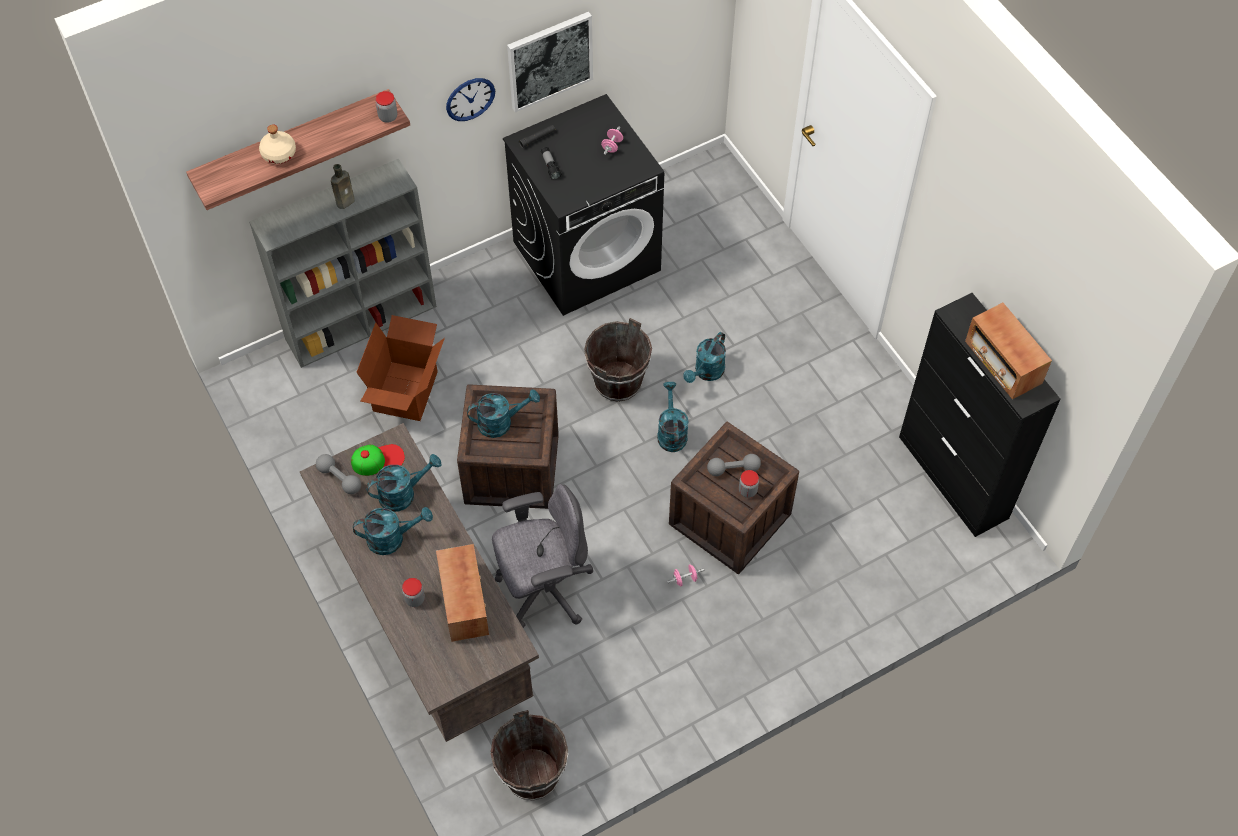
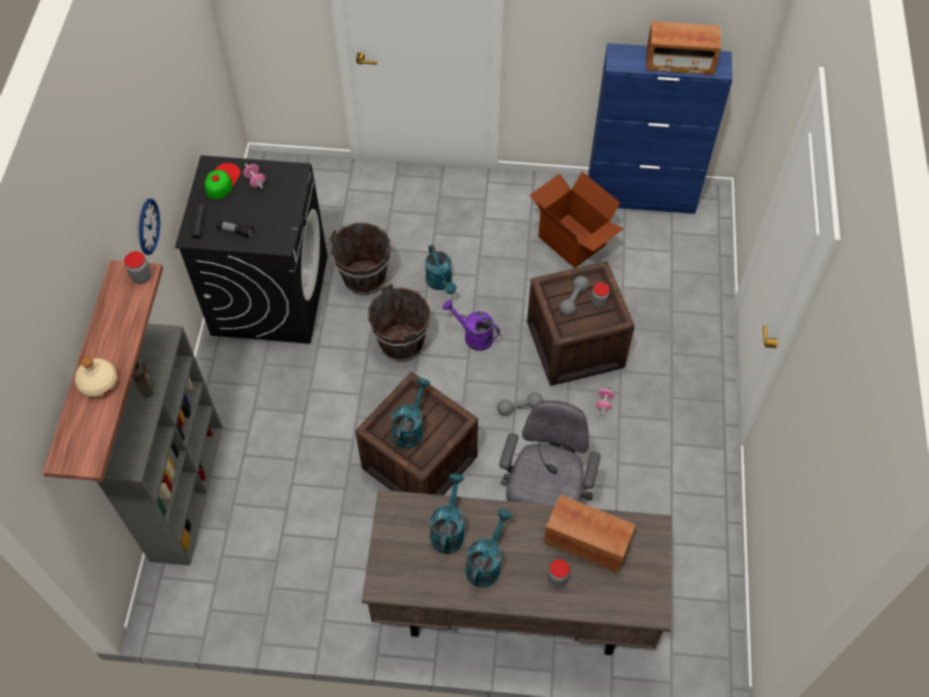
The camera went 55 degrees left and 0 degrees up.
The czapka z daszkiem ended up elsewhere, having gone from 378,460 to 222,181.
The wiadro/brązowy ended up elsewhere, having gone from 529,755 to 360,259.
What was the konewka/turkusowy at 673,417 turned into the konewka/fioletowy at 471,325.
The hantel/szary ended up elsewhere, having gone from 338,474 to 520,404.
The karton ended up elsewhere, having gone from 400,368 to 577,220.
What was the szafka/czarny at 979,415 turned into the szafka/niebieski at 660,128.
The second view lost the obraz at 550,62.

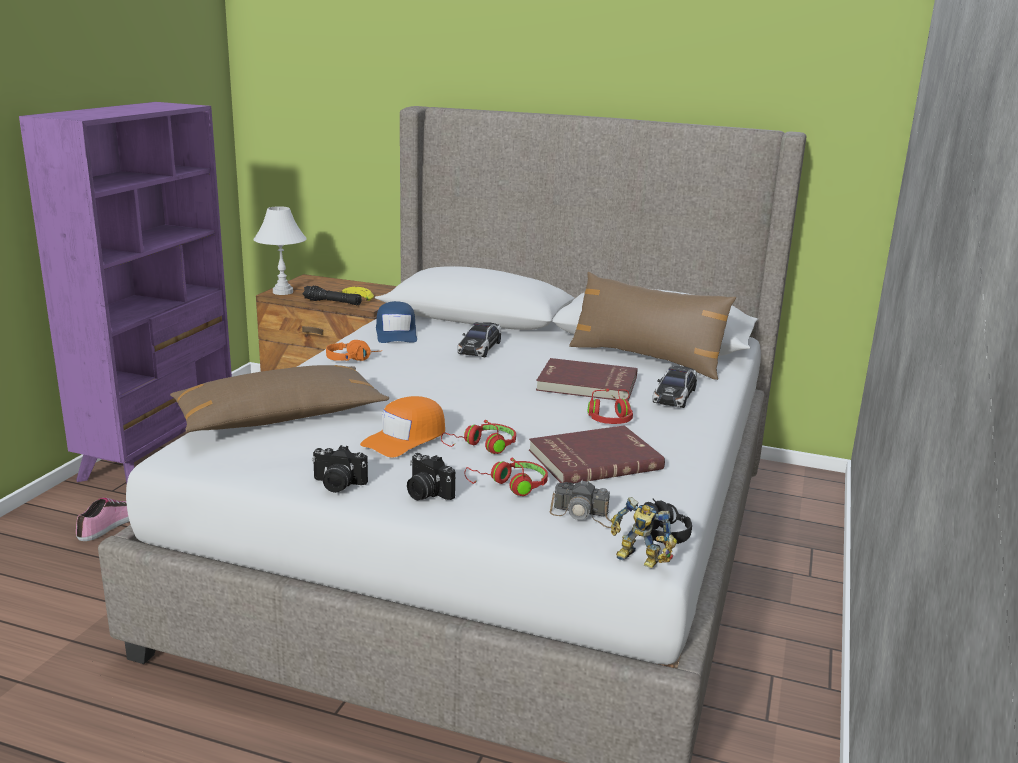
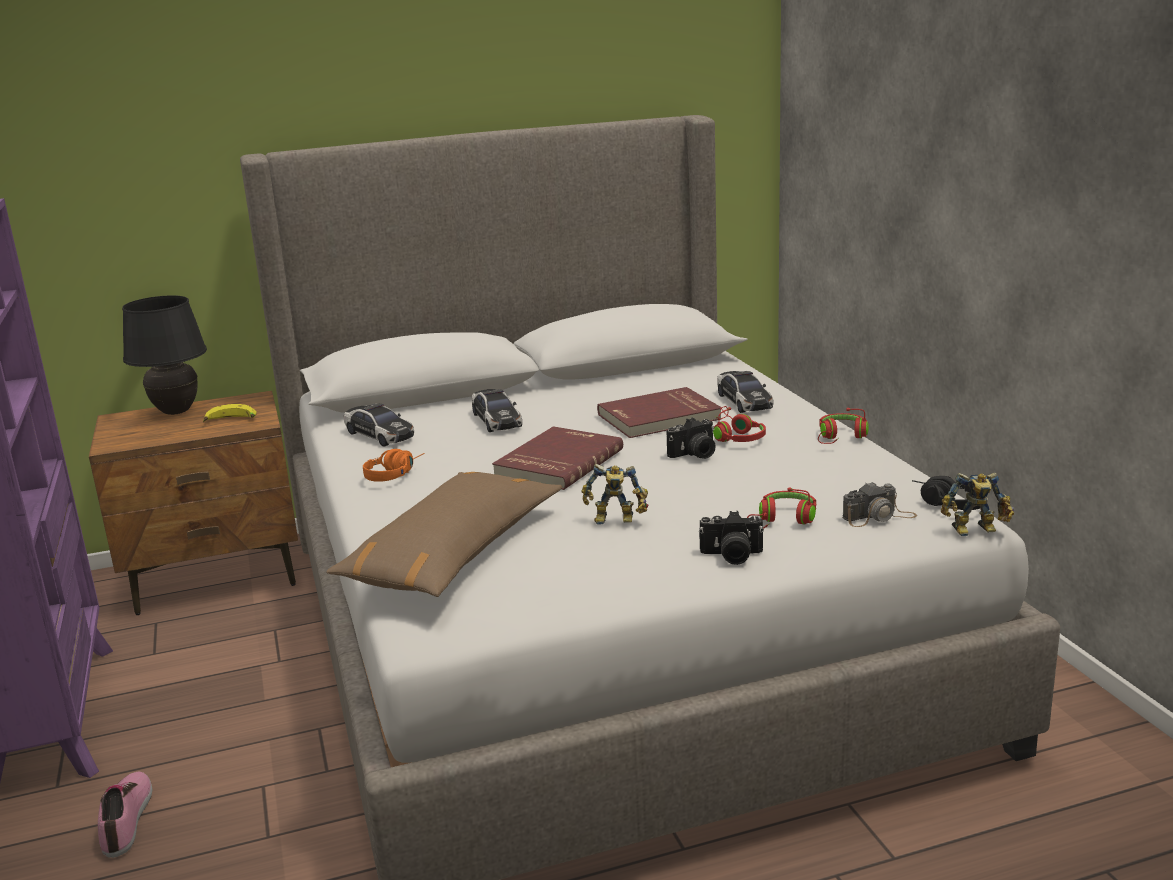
The camera went 35 degrees left and 0 degrees up.
The second view gained the lampa stołowa/czarny at 164,355.
Where the czapka z daszkiem/niebieski stood at 396,322, the samochodzik came to stand at 379,425.
The książka/czerwony ended up elsewhere, having gone from 597,454 to 557,458.
Where the czapka z daszkiem/pomarańczowy stood at 402,426, the robot zabawkowy came to stand at 614,494.
The aparat fotograficzny ended up elsewhere, having gone from 340,469 to 691,438.
The słuchawki/czerwony ended up elsewhere, having gone from 478,437 to 843,426.
The second view lost the lampa stołowa/biały at 280,250.
The second view lost the latarka/czarny at 332,295.
The second view lost the poduszka/brązowy at 652,326.

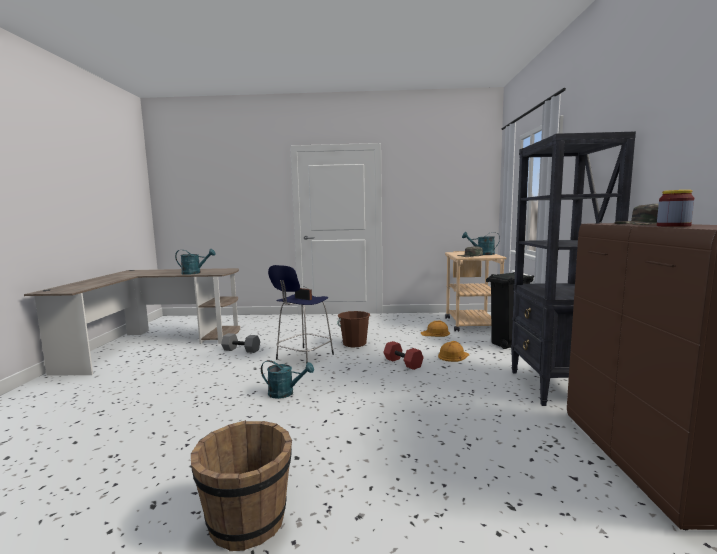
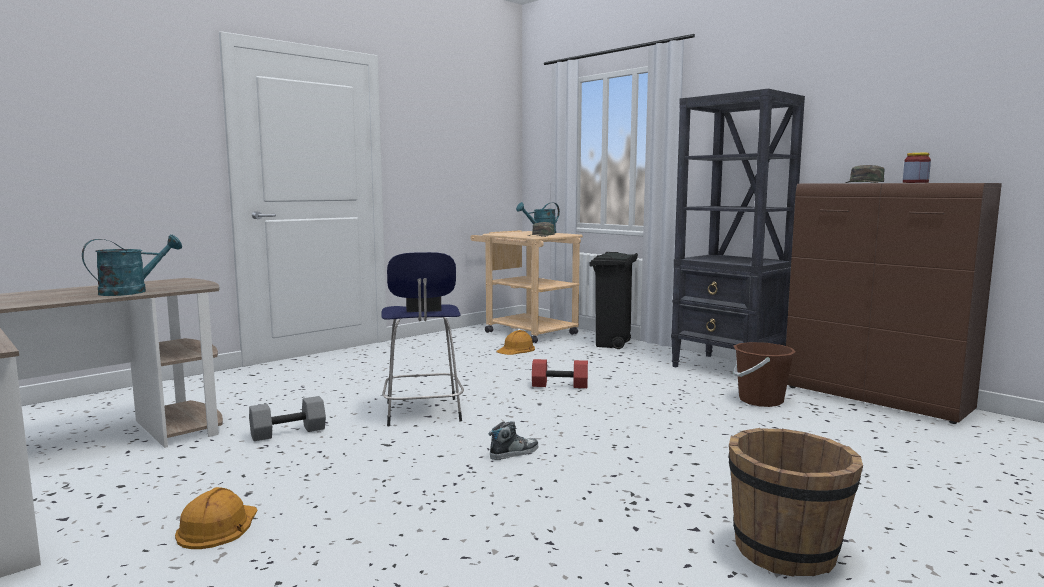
The camera went 45 degrees left and 0 degrees up.
The kask/pomarańczowy ended up elsewhere, having gone from 453,351 to 216,518.
Where the konewka/turkusowy stood at 287,379, the but came to stand at 513,440.
The wiadro/brązowy ended up elsewhere, having gone from 353,329 to 764,374.

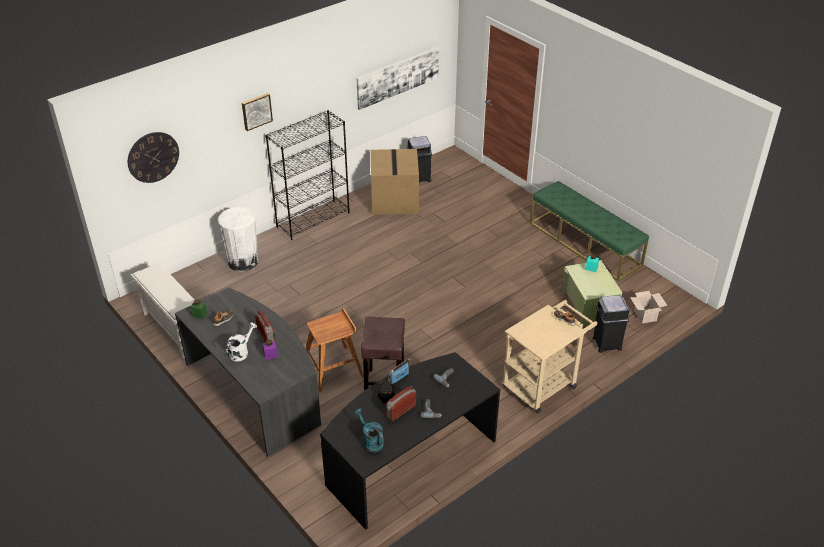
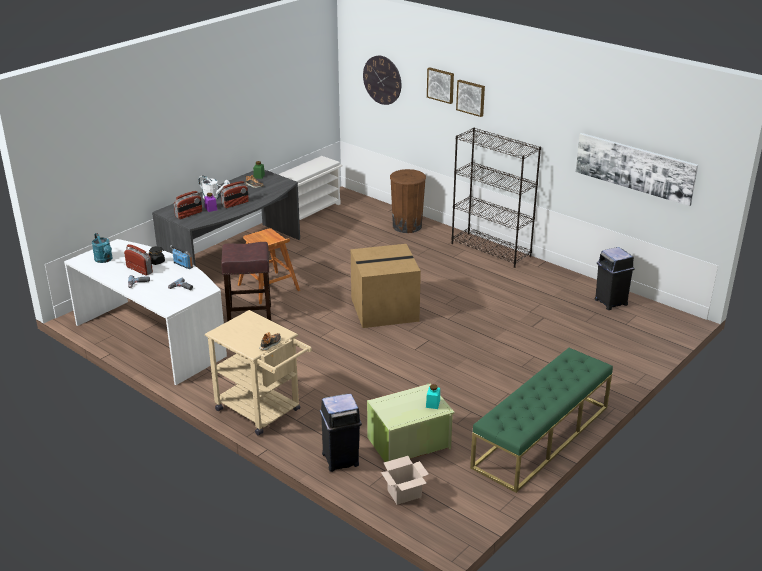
The camera went 80 degrees right and 10 degrees down.
What was the biurko/czarny at 410,441 turned into the biurko/biały at 145,312.
The konewka/turkusowy at 369,430 ended up facing another way, 105 degrees clockwise from before.
The second view gained the radio at 188,205.
The karton ended up elsewhere, having gone from 395,182 to 386,286.
What was the kosz na śmieci/biały at 238,239 turned into the kosz na śmieci/brązowy at 408,201.
The second view gained the obraz at 440,85.

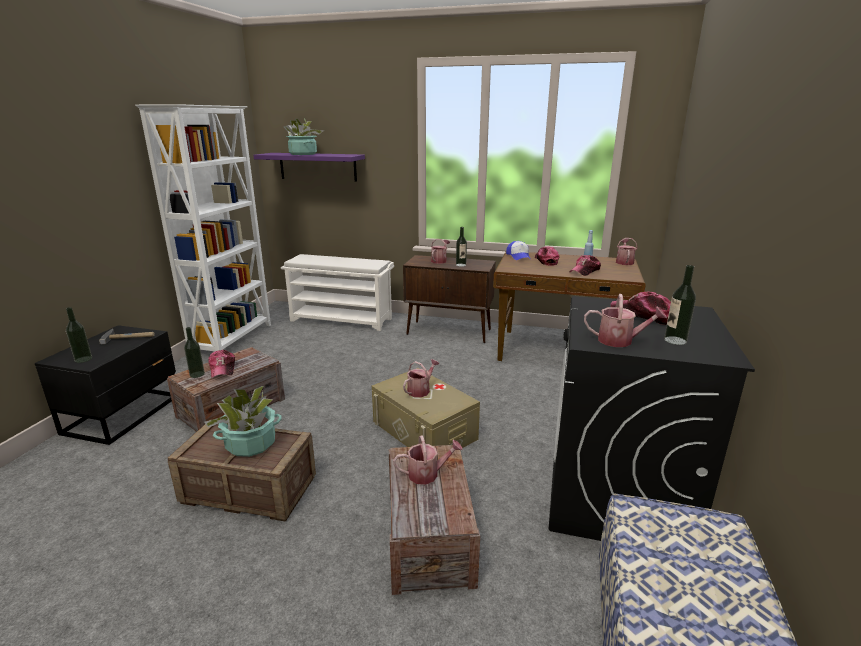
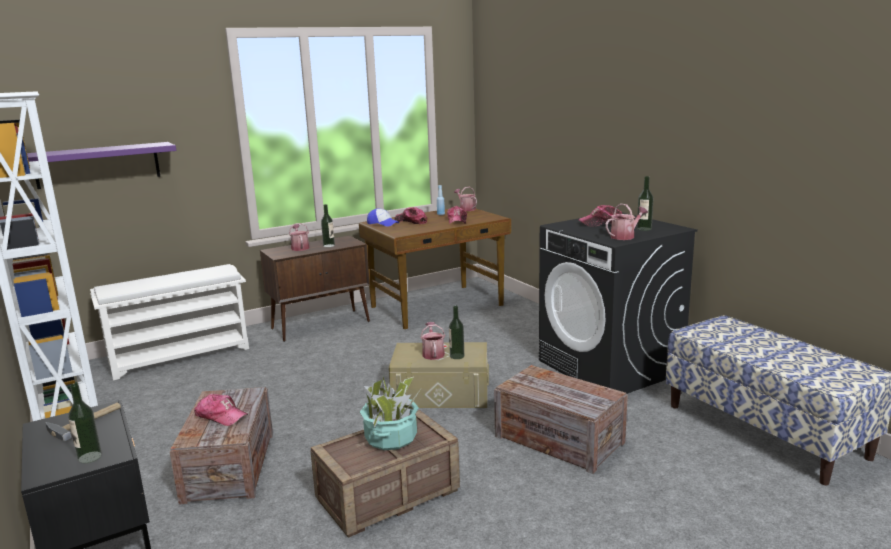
The camera went 45 degrees left and 5 degrees down.
The butelka ended up elsewhere, having gone from 194,352 to 456,332.
The second view lost the roślina doniczkowa at 304,137.
The second view lost the konewka at 428,460.

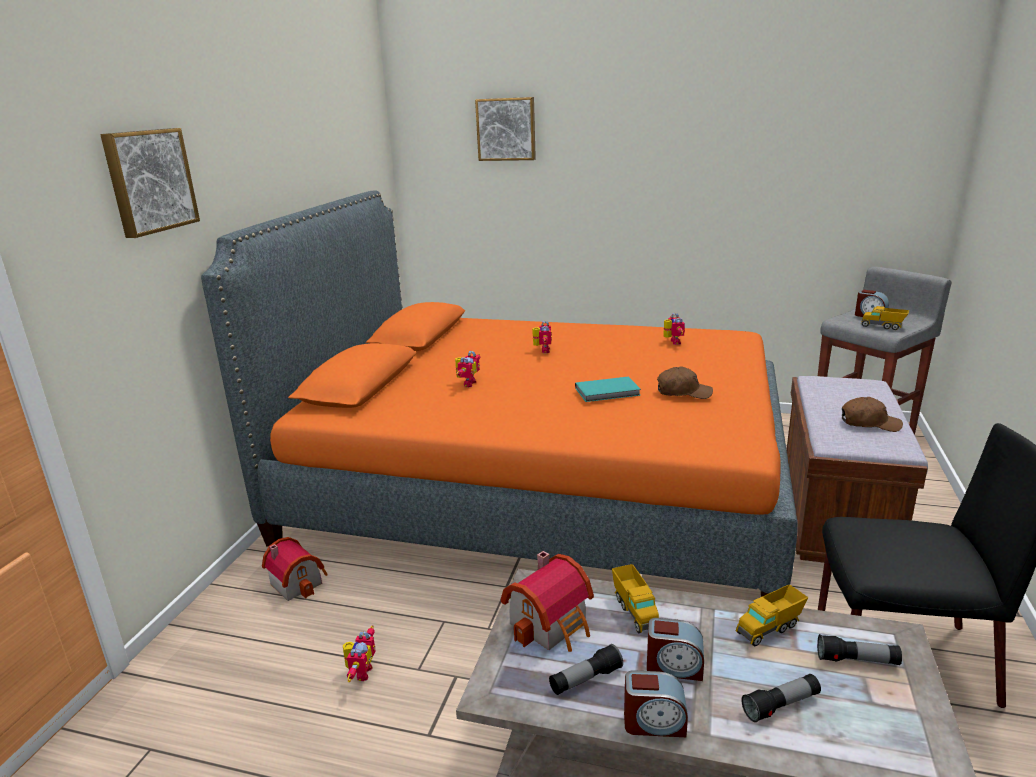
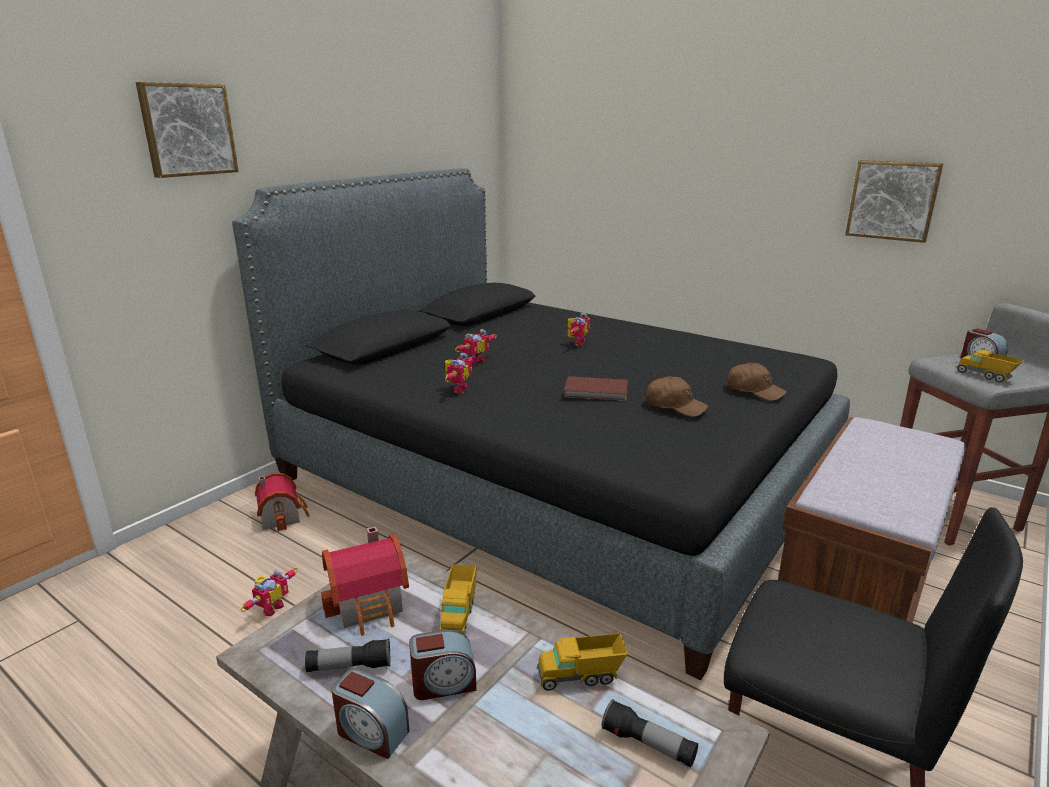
The camera went 20 degrees right and 0 degrees up.
What was the łóżko/pomarańczowy at 499,394 turned into the łóżko/czarny at 541,424.
The budzik at 675,649 ended up facing another way, 45 degrees counterclockwise from before.
The robot zabawkowy ended up elsewhere, having gone from 674,329 to 459,373.
What was the książka/turkusowy at 608,389 turned into the książka/brązowy at 596,388.
The czapka z daszkiem/brązowy ended up elsewhere, having gone from 872,414 to 757,382.
The obraz ended up elsewhere, having gone from 505,129 to 894,201.
The second view lost the latarka at 781,698.

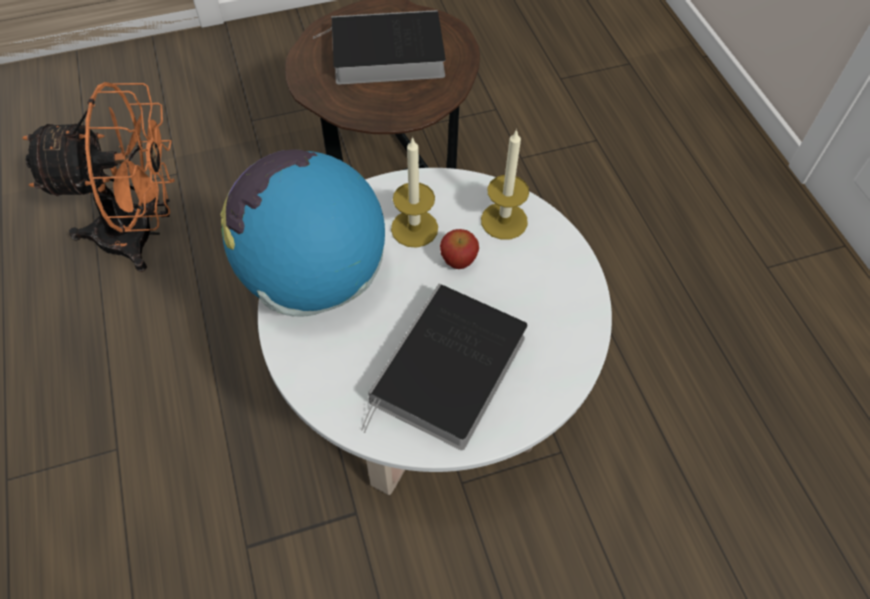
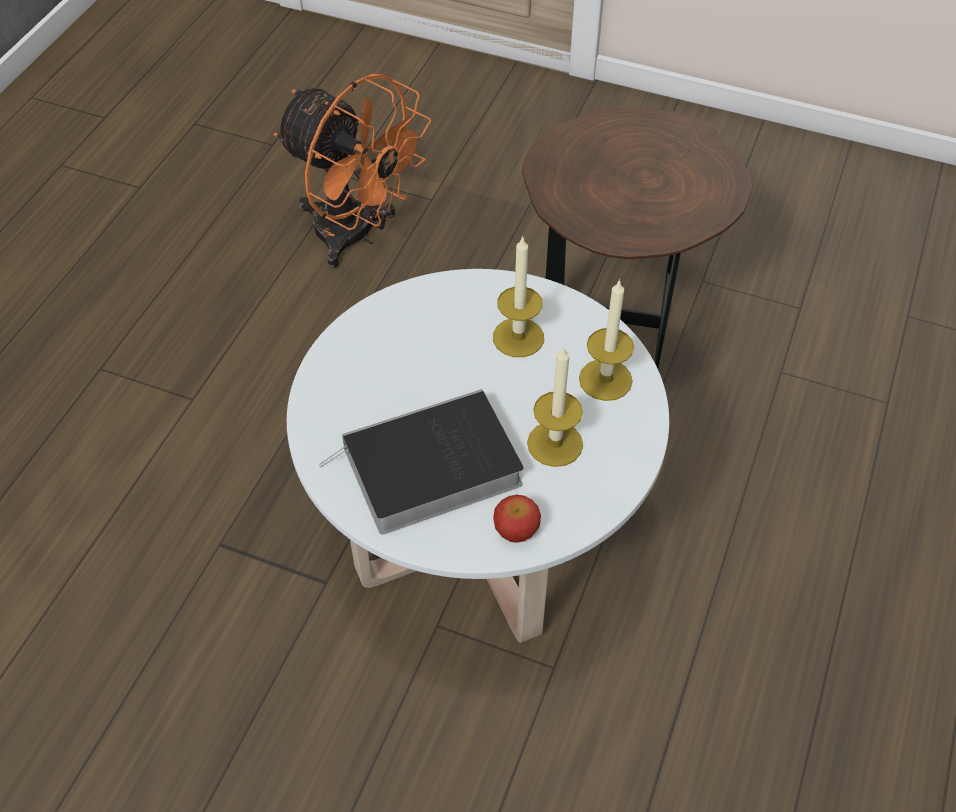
The camera went 40 degrees right and 5 degrees down.
The jabłko ended up elsewhere, having gone from 459,249 to 517,519.
The second view gained the świeca at 555,406.
The second view lost the globus at 302,233.
The second view lost the książka at 379,47.

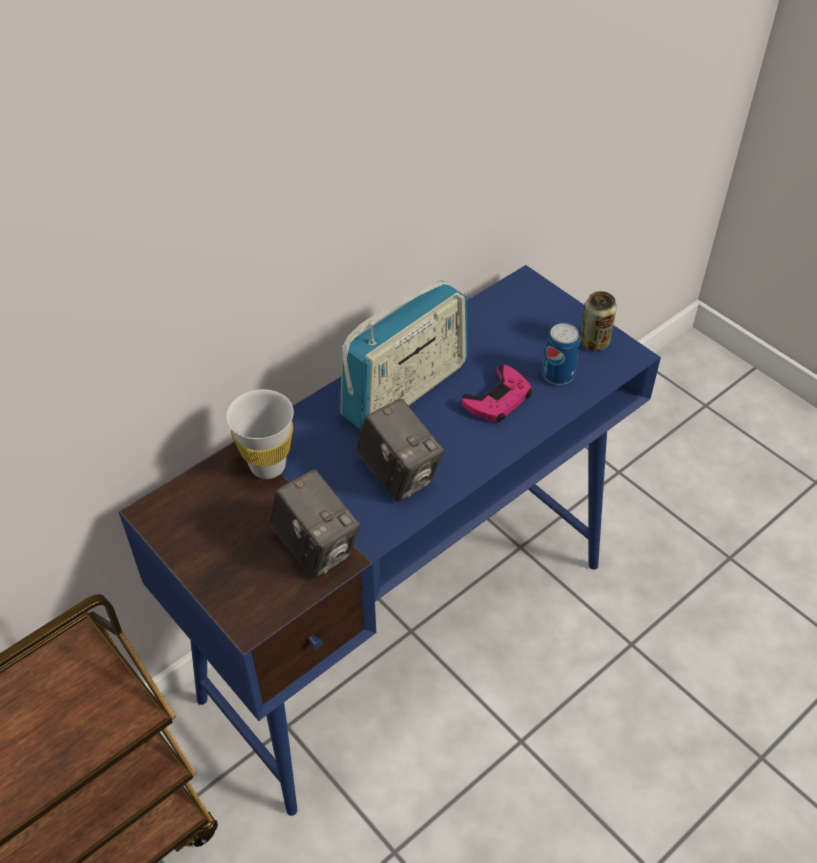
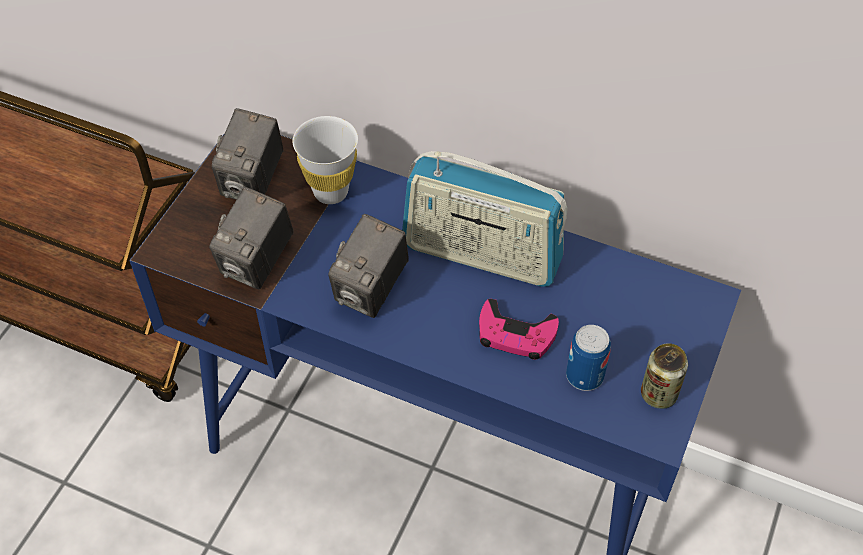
The camera went 65 degrees right and 5 degrees up.
The second view gained the aparat fotograficzny at 248,154.

